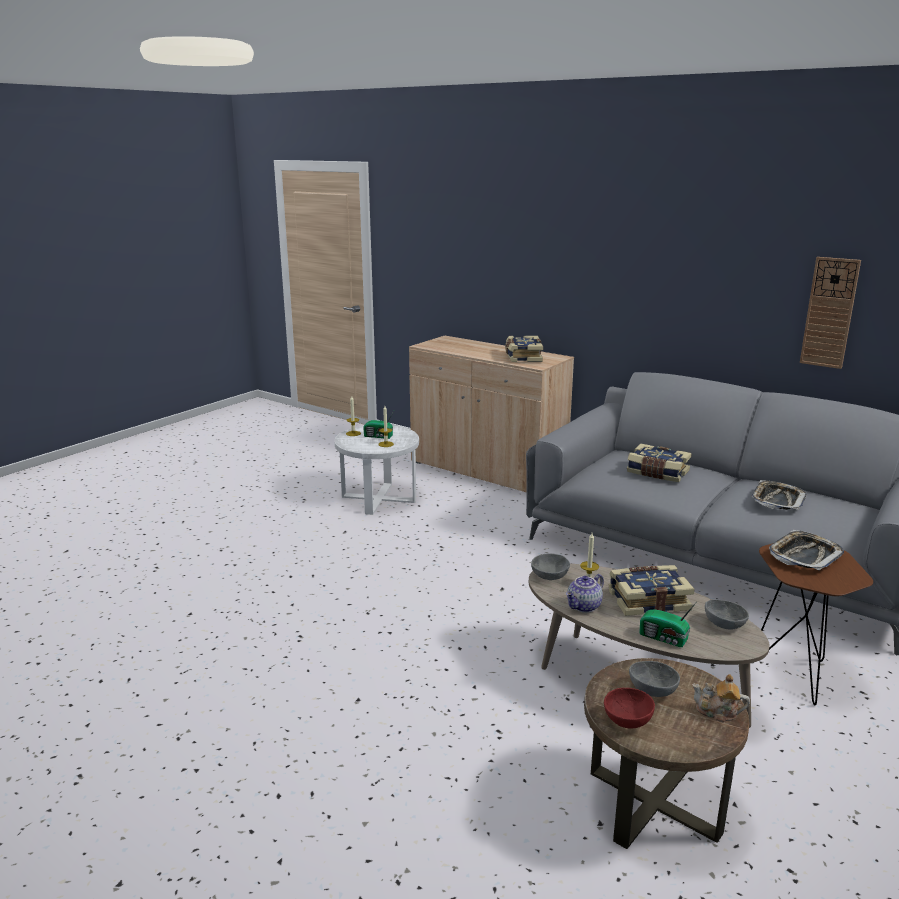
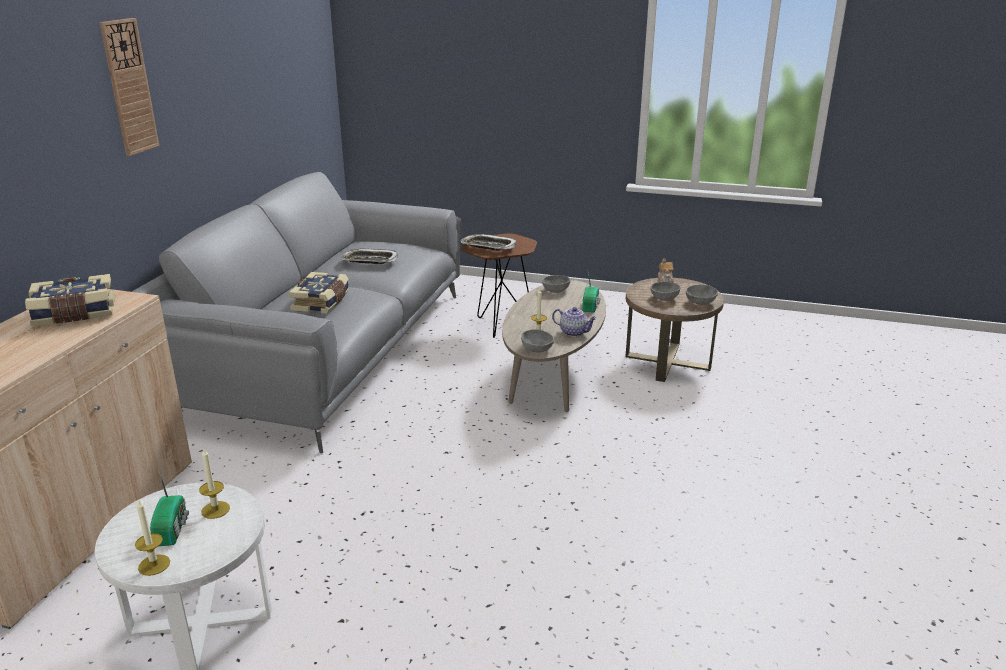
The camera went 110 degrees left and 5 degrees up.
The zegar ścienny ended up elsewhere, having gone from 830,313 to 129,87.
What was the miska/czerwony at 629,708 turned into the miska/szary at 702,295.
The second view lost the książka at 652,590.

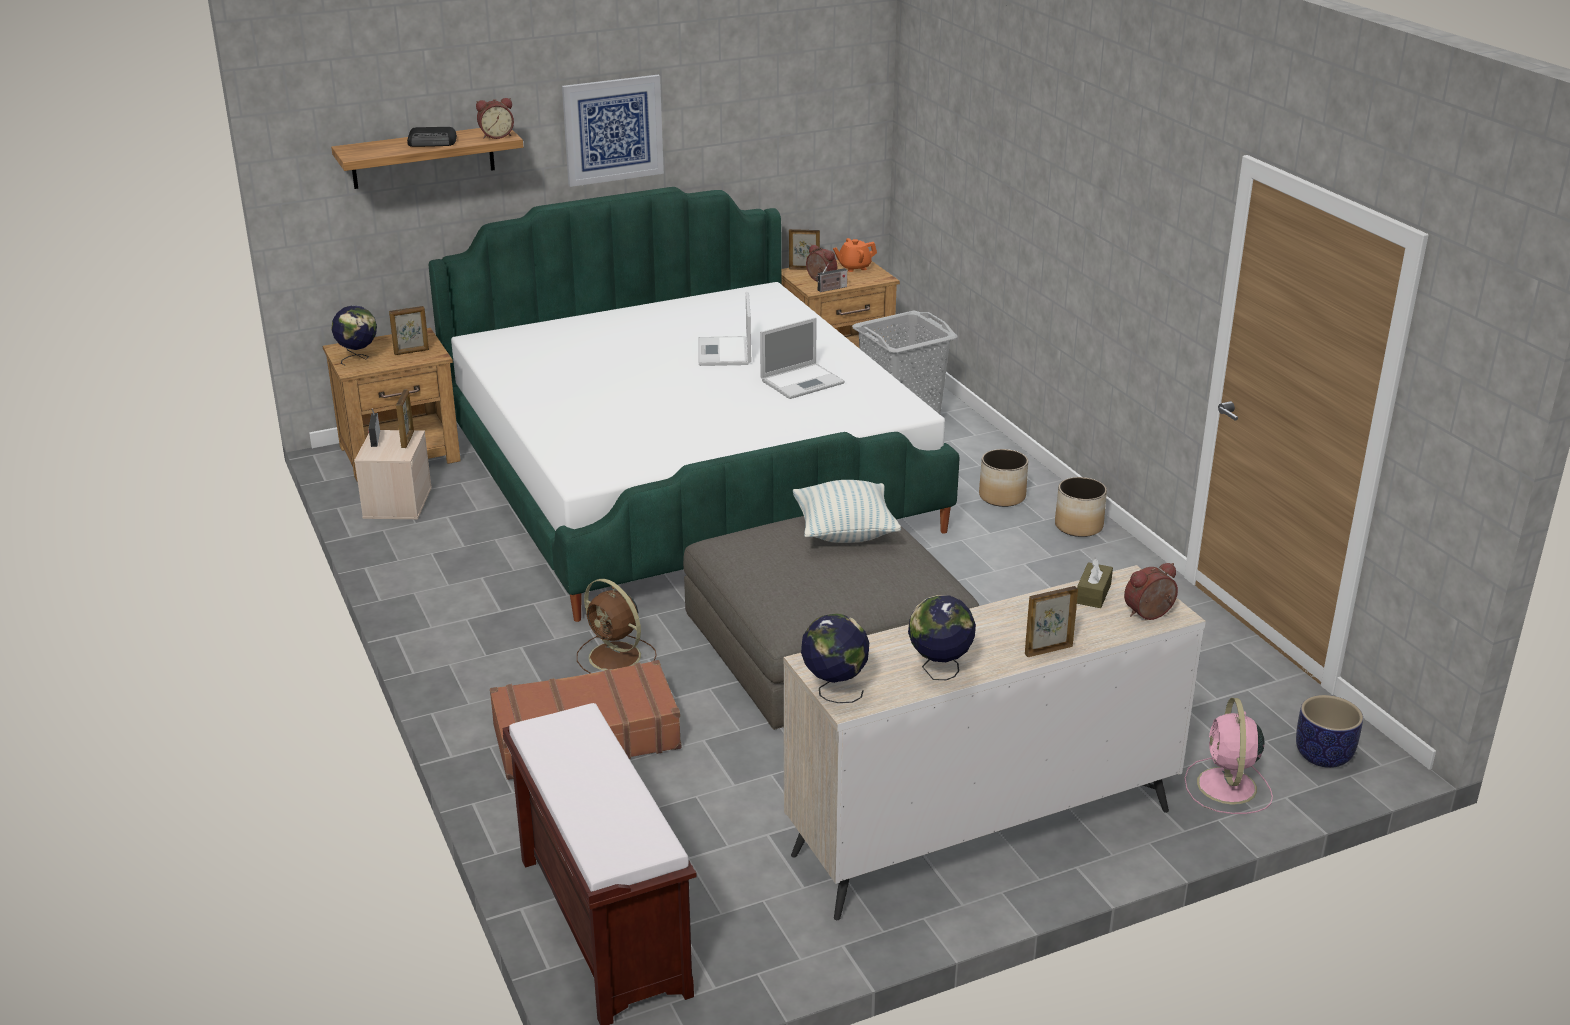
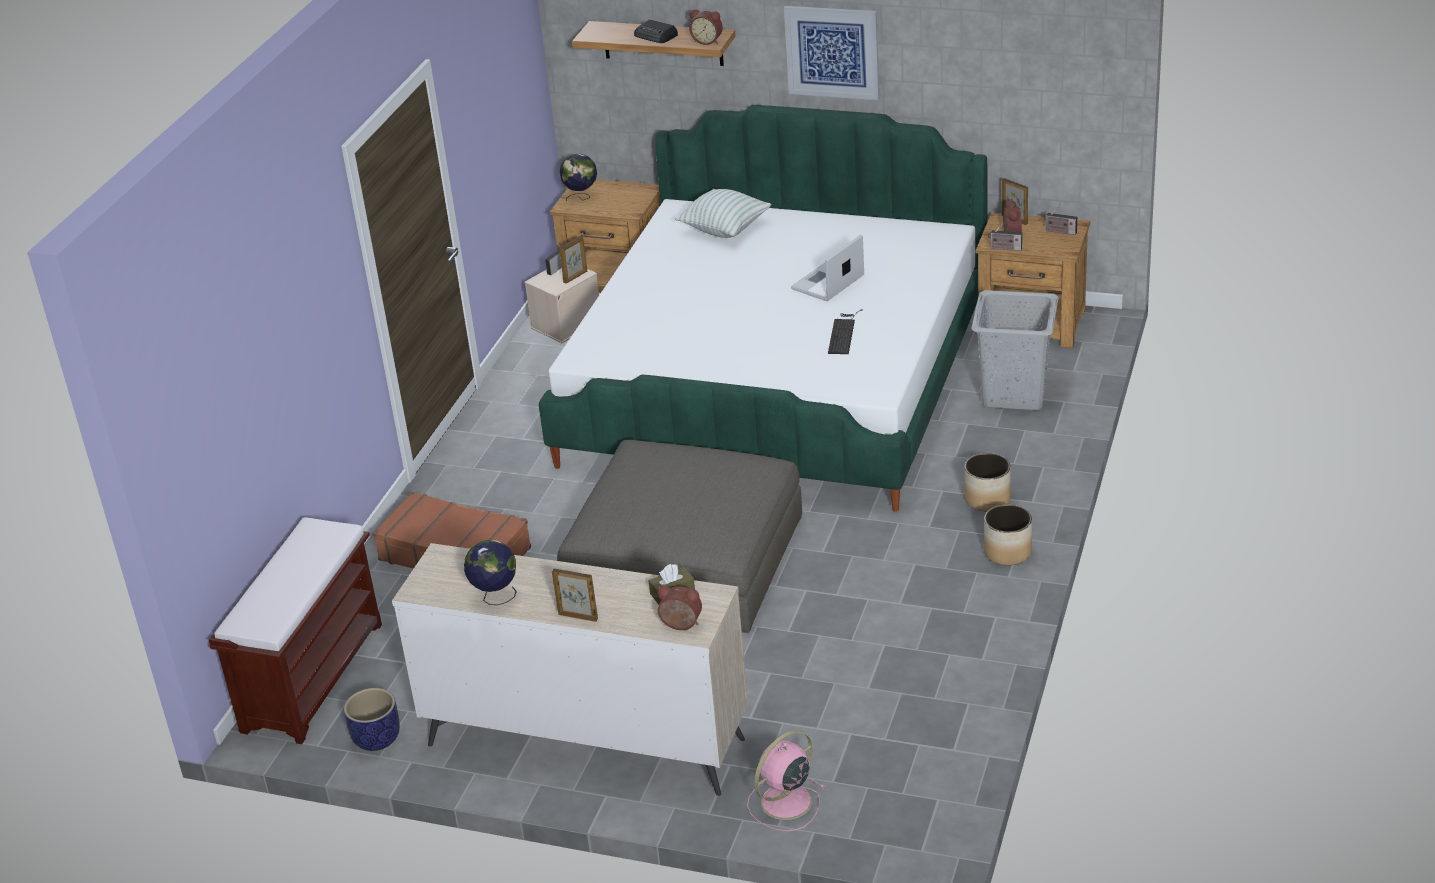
The camera went 45 degrees right and 5 degrees up.
The donica ended up elsewhere, having gone from 1329,731 to 372,719.
The poduszka ended up elsewhere, having gone from 847,511 to 723,213.
Where the laptop stood at 802,358, the klawiatura came to stand at 845,331.
Where the imbryk/pomarańczowy stood at 855,255, the radio came to stand at 1060,221.
The second view lost the ramka na zdjęcie at 409,330.
The second view lost the wentylator/brązowy at 617,626.
The second view lost the globus at 835,658.

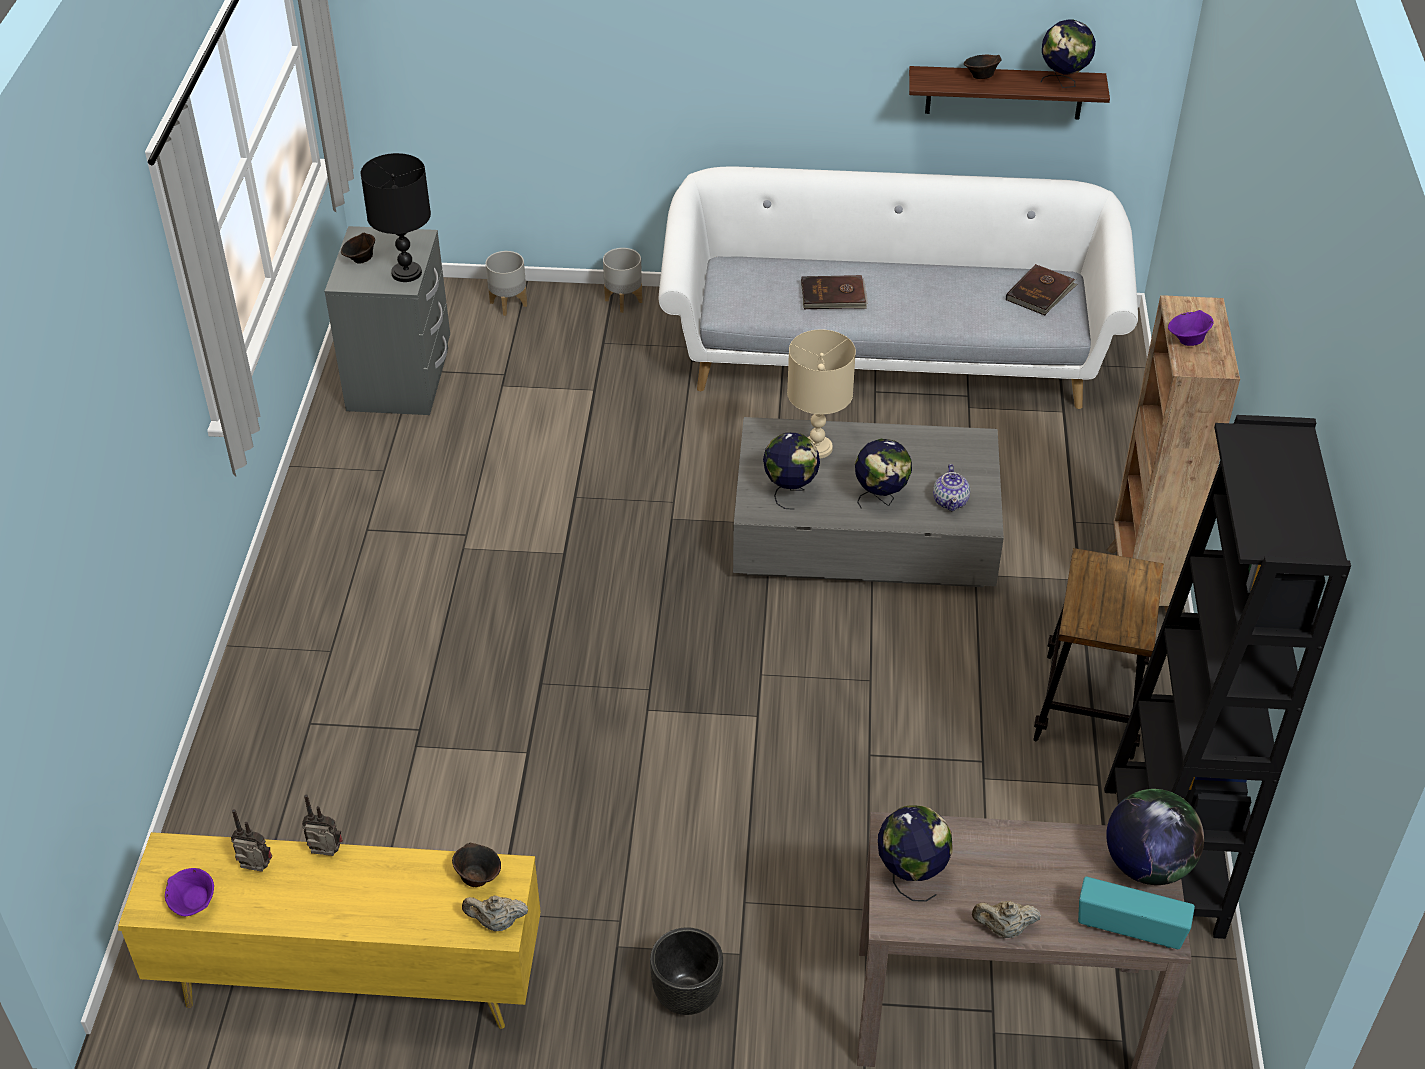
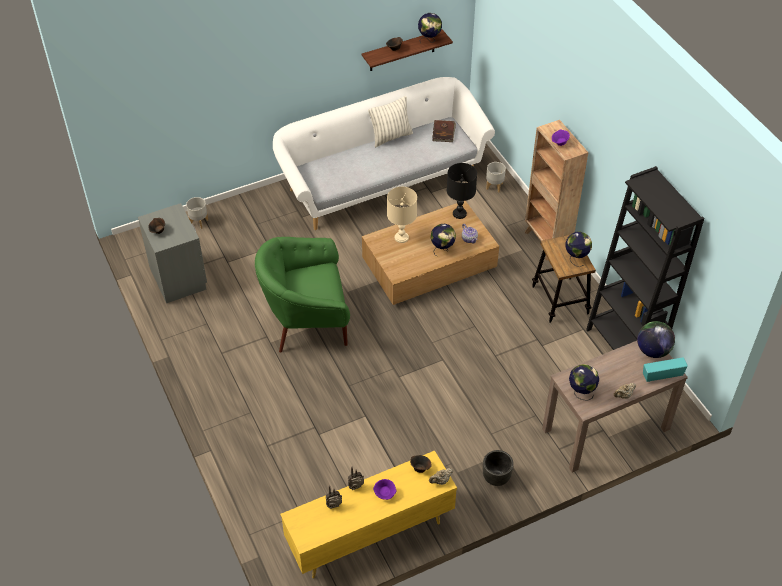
The camera went 30 degrees left and 5 degrees up.
The second view gained the fotel/zielony at 302,295.
What was the ława/szary at 868,502 turned into the ława/brązowy at 430,253.
The second view gained the poduszka at 390,121.
The miska/fioletowy ended up elsewhere, having gone from 189,892 to 384,489.
The lampa stołowa/czarny ended up elsewhere, having gone from 395,217 to 462,191.
The donica/szary ended up elsewhere, having gone from 623,280 to 496,177.
The globus ended up elsewhere, having gone from 791,471 to 578,249.
The second view lost the książka/brązowy at 834,292.

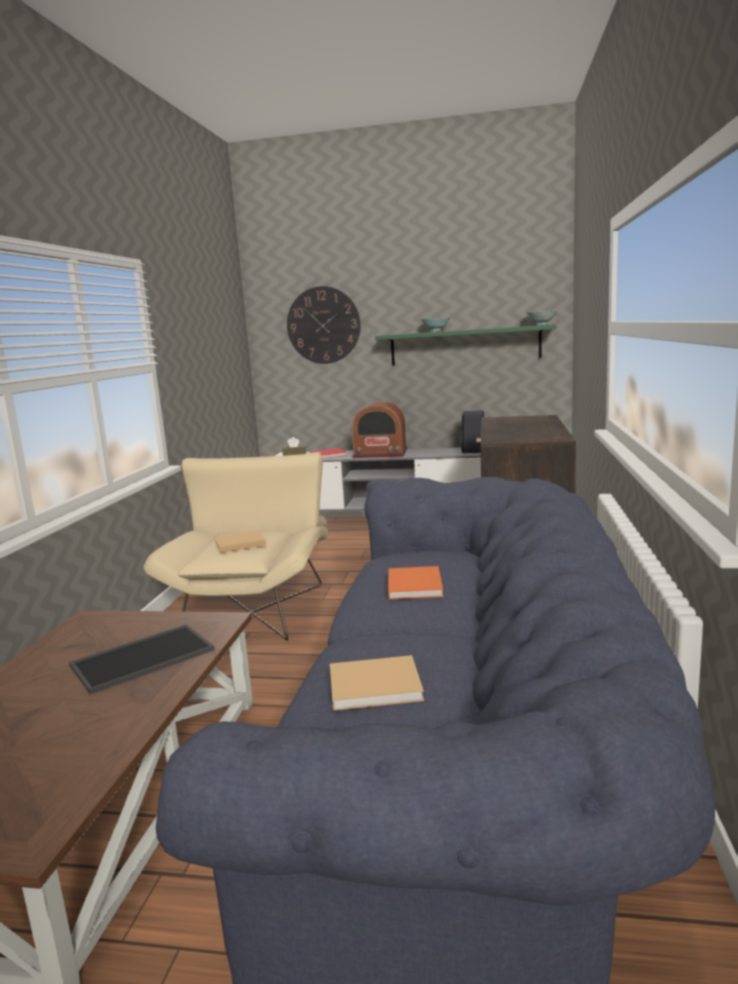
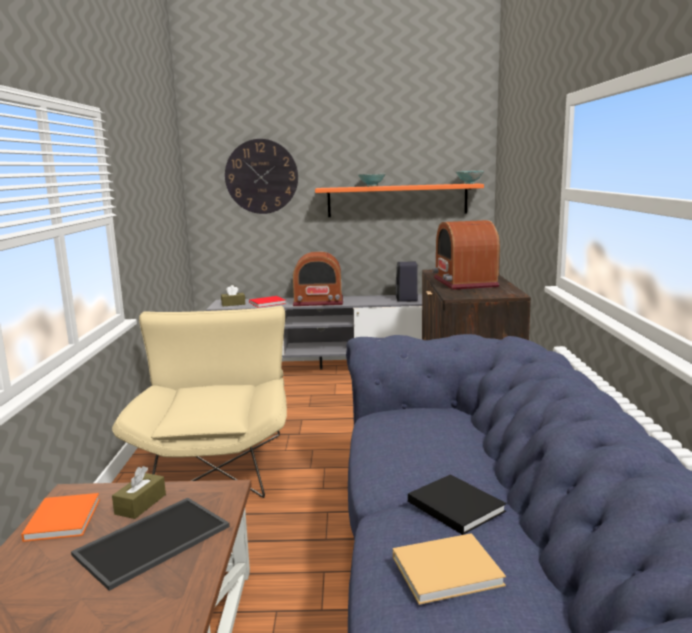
The camera went 10 degrees left and 0 degrees up.
The książka/pomarańczowy ended up elsewhere, having gone from 415,582 to 60,517.
The second view gained the pudełko chusteczek/brązowy at 139,492.
What was the półka/zielony at 466,345 turned into the półka/pomarańczowy at 399,200.
The second view gained the książka/czarny at 457,504.
The second view gained the radio at 466,255.
The second view lost the książka/beżowy at 240,541.

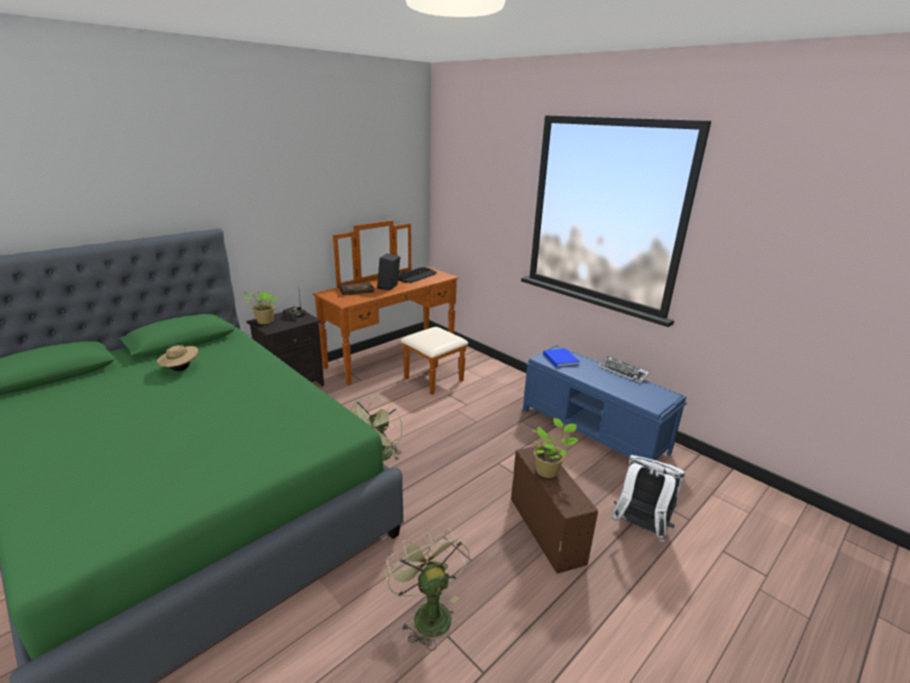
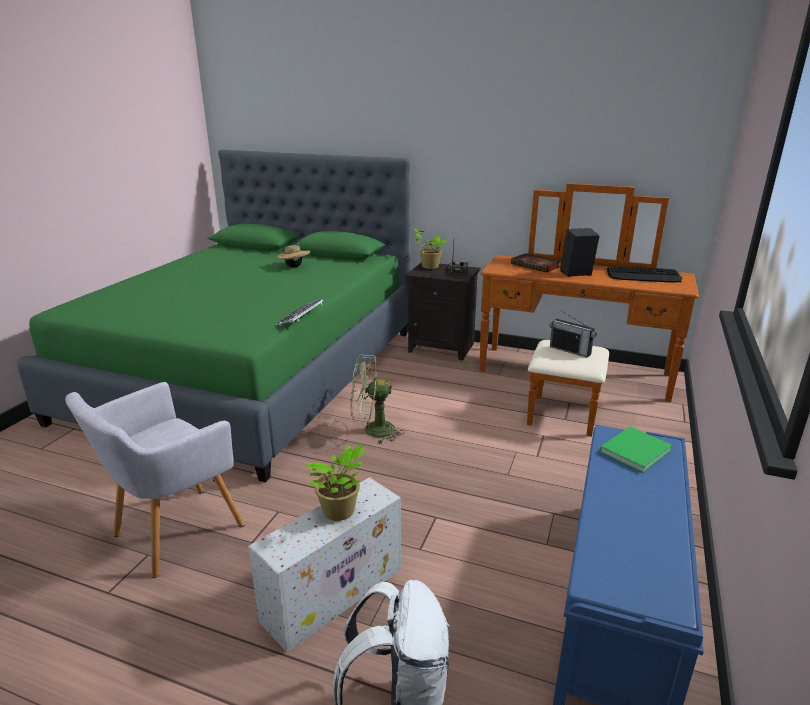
The camera went 65 degrees right and 0 degrees up.
Where the wentylator/zielony stood at 427,589, the fotel/szary came to stand at 155,480.
What was the pojemnik do przechowywania/brązowy at 554,510 turned into the pojemnik do przechowywania/biały at 324,565.
The klawiatura ended up elsewhere, having gone from 624,370 to 299,313.
The second view gained the radio at 573,333.
What was the książka/niebieski at 561,357 turned into the książka/zielony at 636,450.

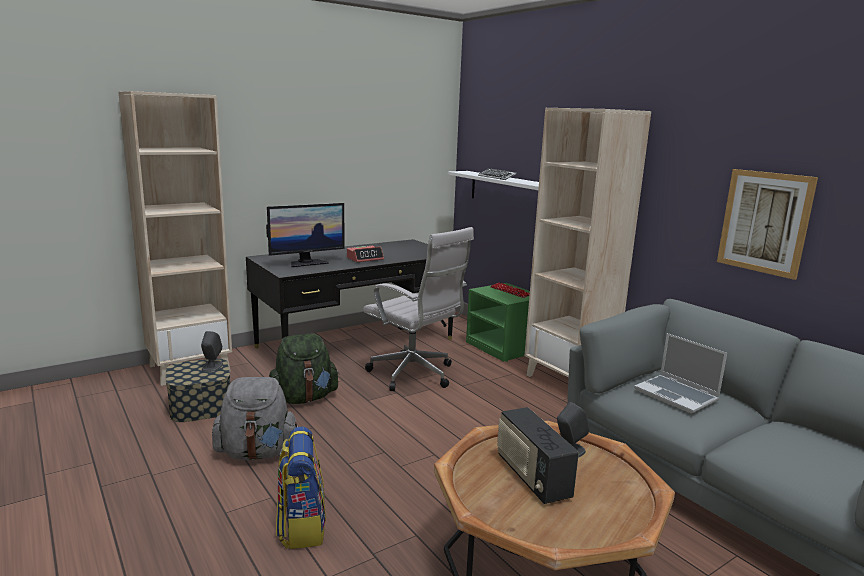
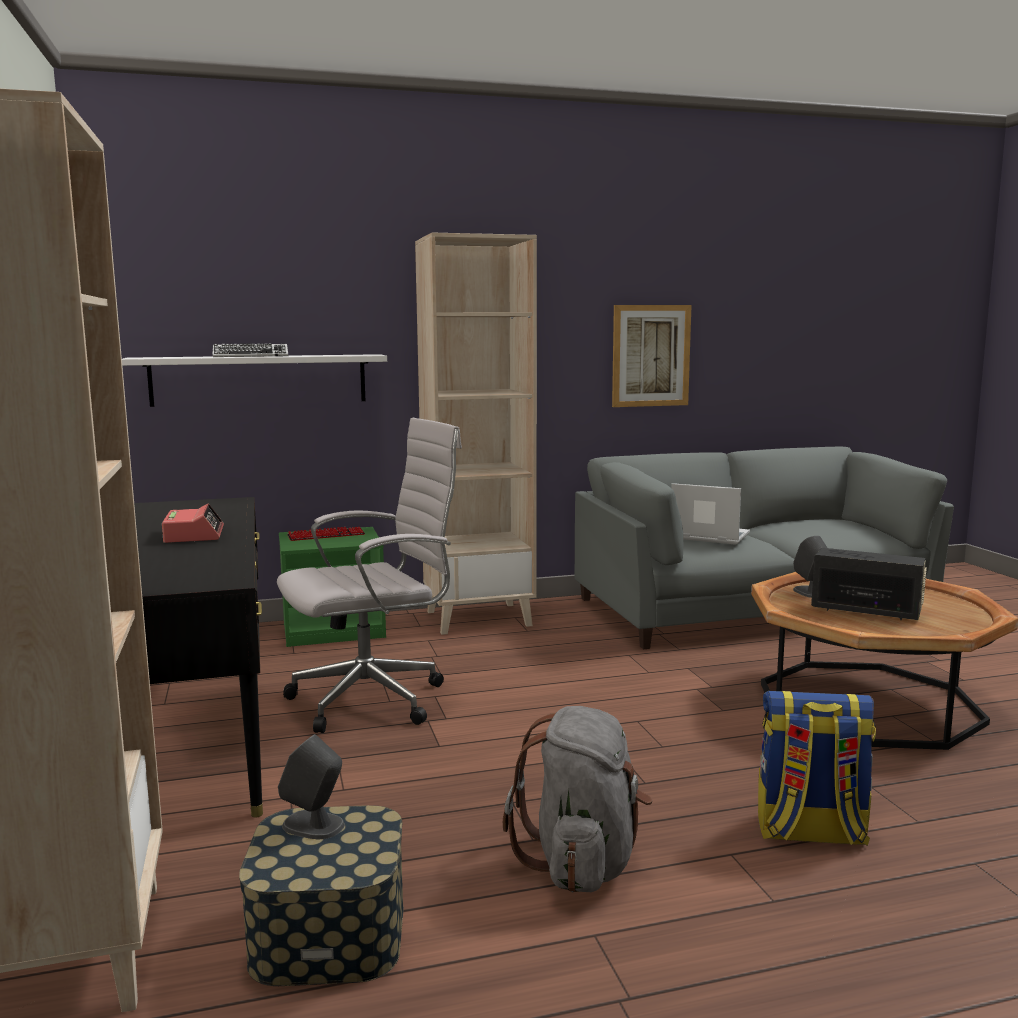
The camera went 70 degrees left and 5 degrees down.
The laptop at 680,373 ended up facing another way, 135 degrees counterclockwise from before.
The radio at 538,455 ended up facing another way, 150 degrees counterclockwise from before.
The second view lost the monitor at 305,235.
The second view lost the plecak/zielony at 304,368.

